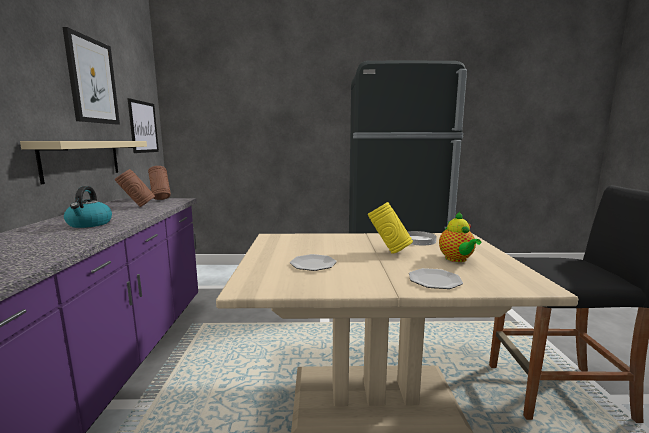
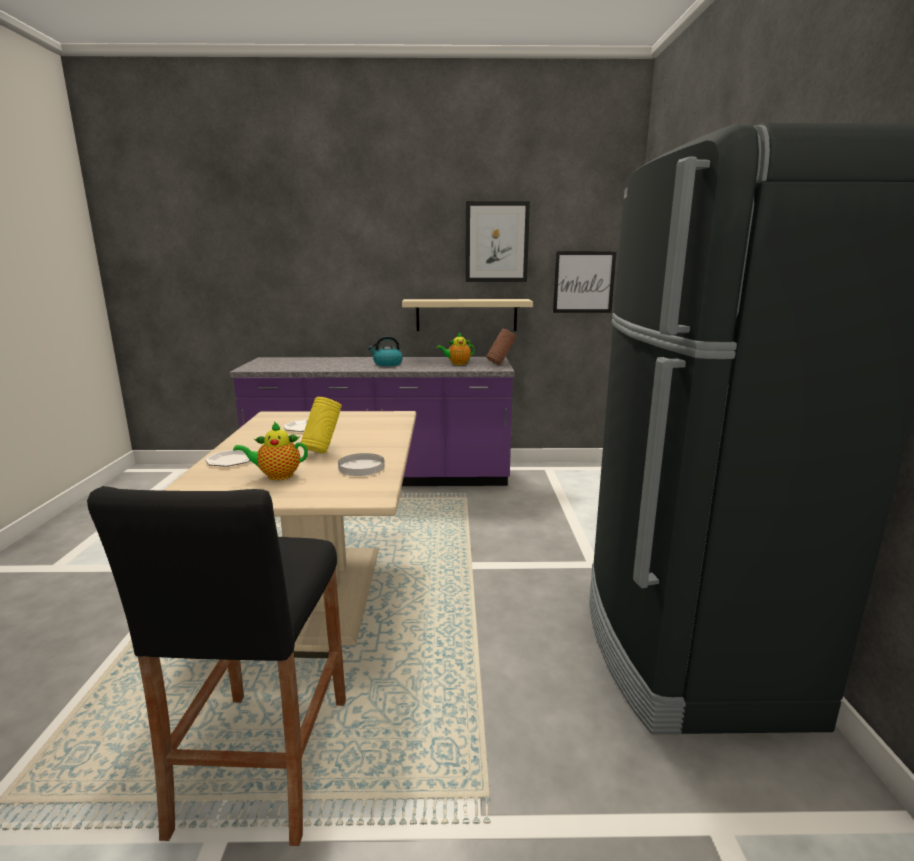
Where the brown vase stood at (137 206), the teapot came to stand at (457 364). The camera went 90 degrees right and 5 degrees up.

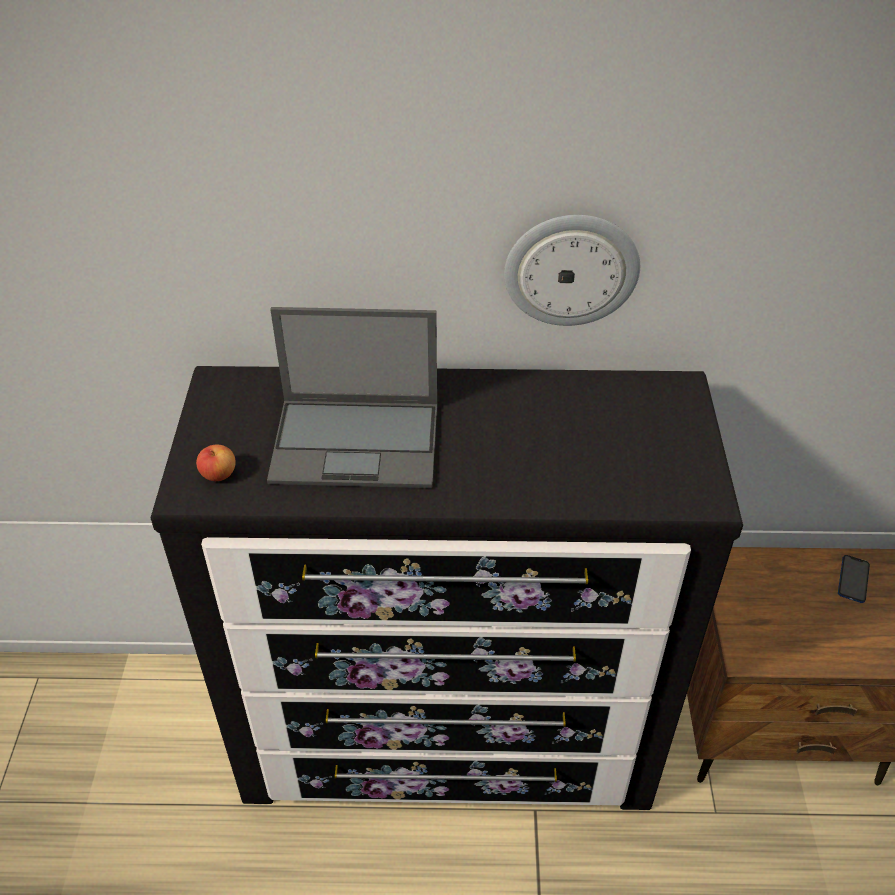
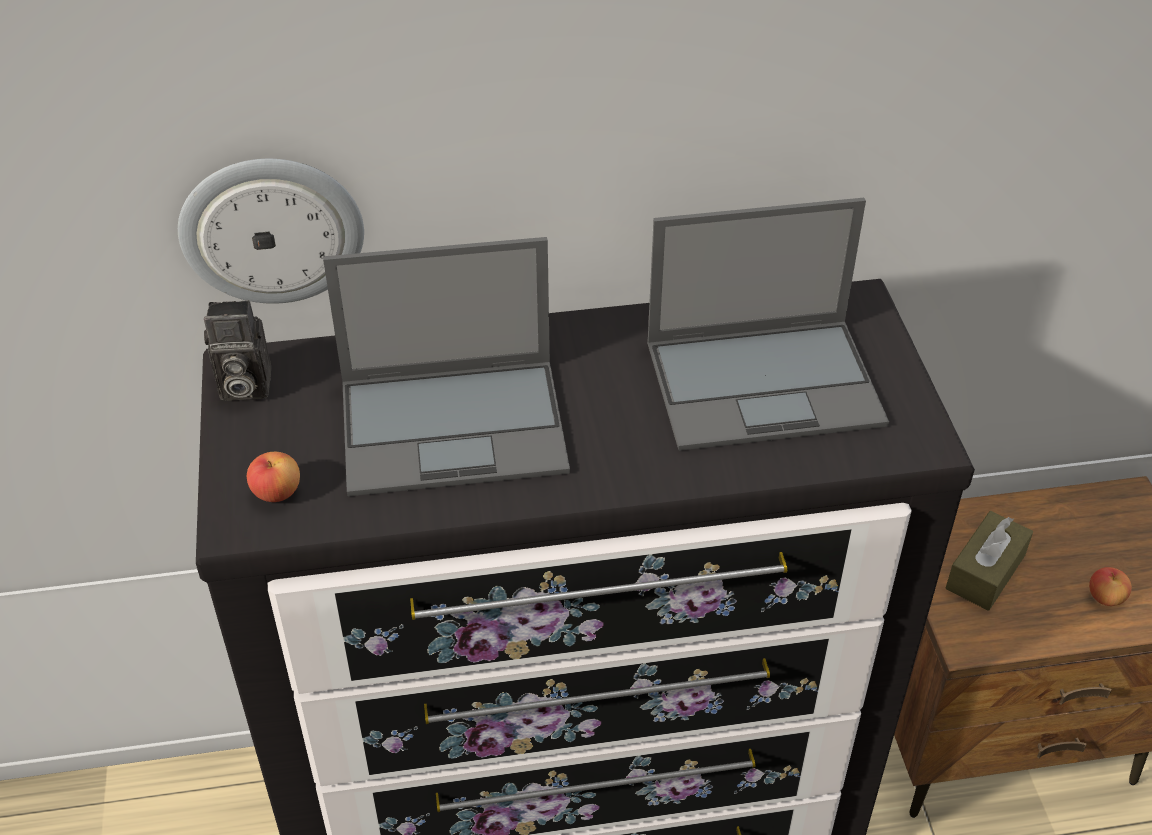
The wall clock ended up elsewhere, having gone from (571 269) to (272 229). The second view gained the photo camera at (242 387). The second view gained the laptop at (766 383). The second view gained the brown tissue box at (985 572). The second view gained the apple at (1105 597). The second view lost the phone at (853 580). The camera went 10 degrees left and 0 degrees up.

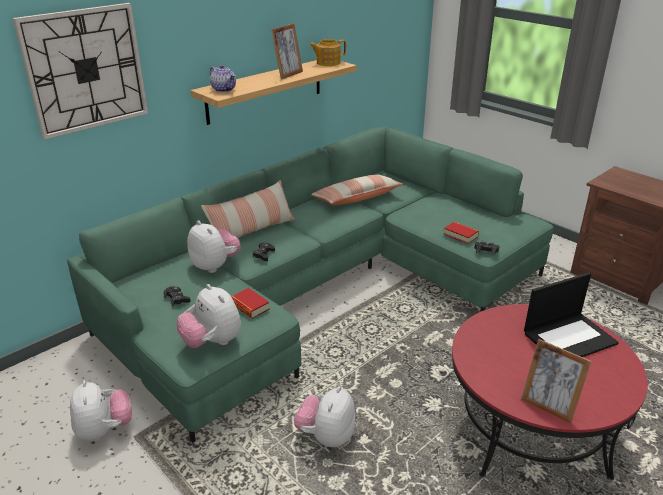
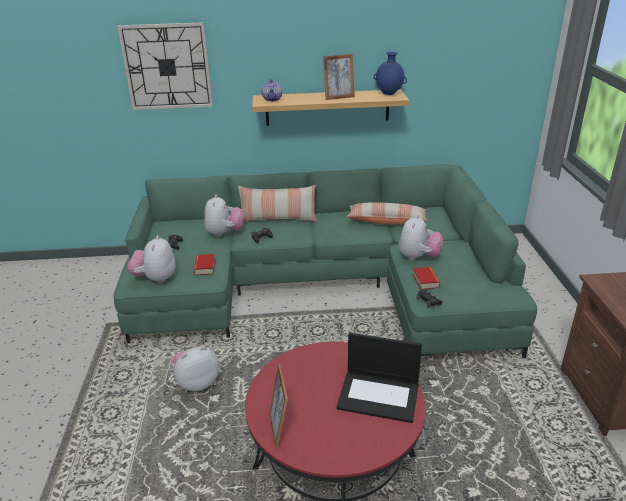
Where the teapot stood at (327 63), the blue vase came to stand at (389 94). The plush toy ended up elsewhere, having gone from (104 430) to (418 257). The camera went 40 degrees right and 0 degrees up.

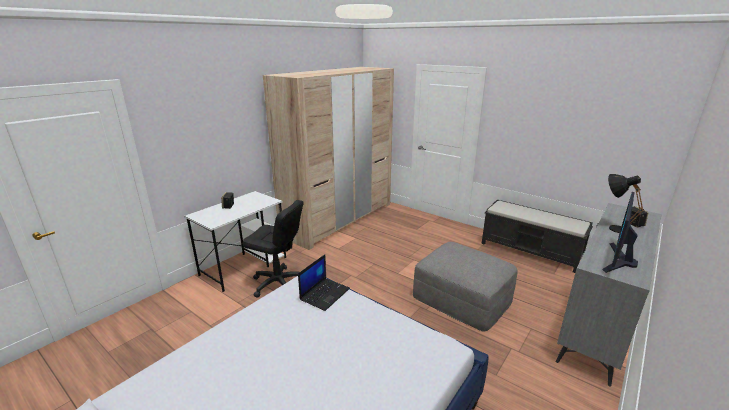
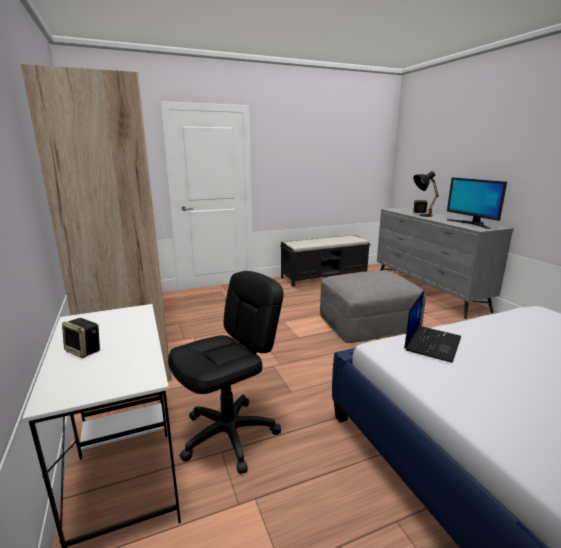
The laptop at (325 294) ended up facing another way, 60 degrees clockwise from before. The camera went 60 degrees left and 5 degrees down.

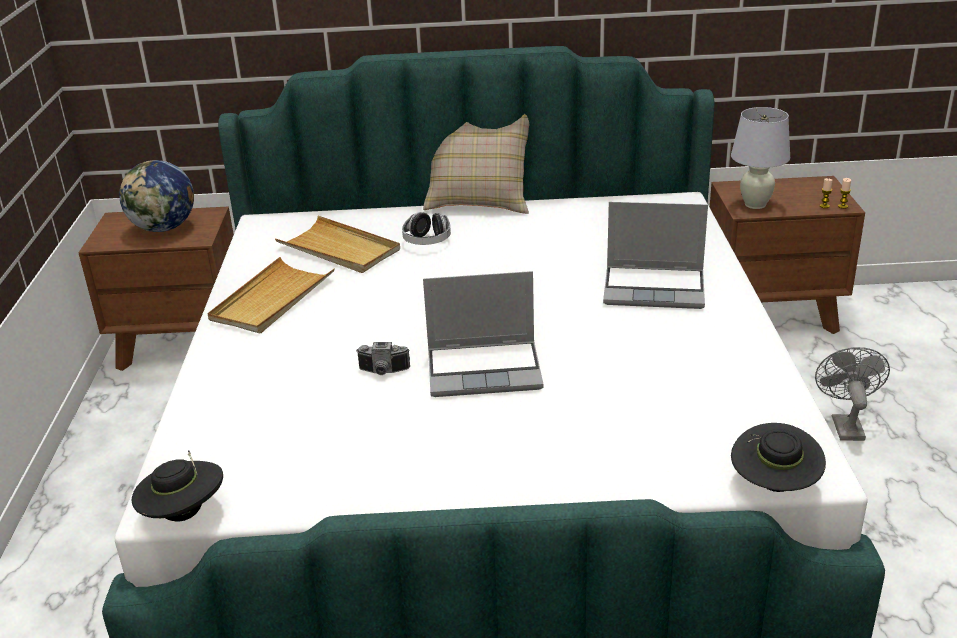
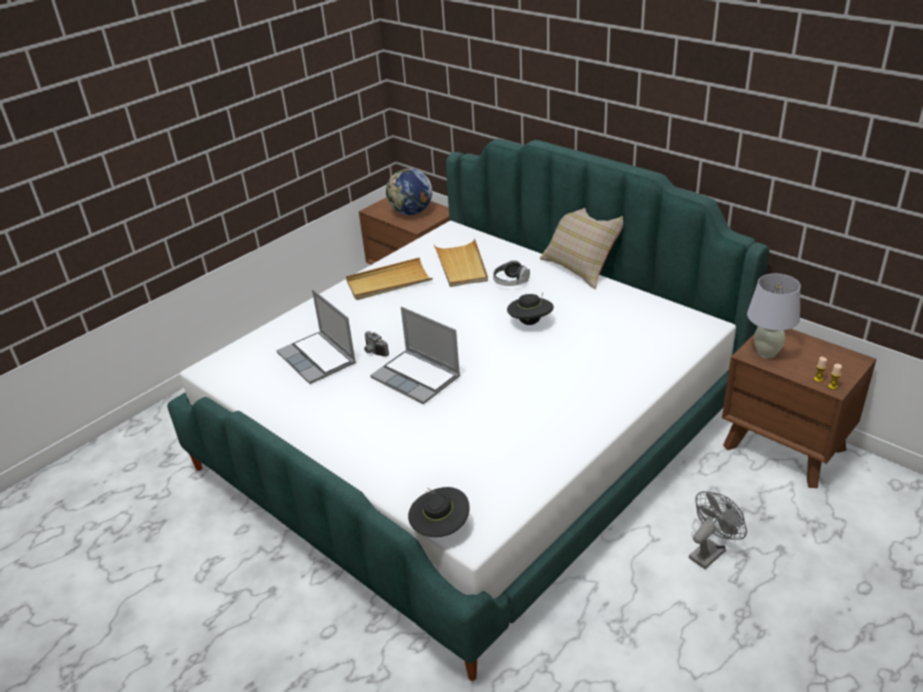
The laptop ended up elsewhere, having gone from (655 288) to (318 359). The black hat ended up elsewhere, having gone from (184 514) to (530 322). The camera went 45 degrees right and 5 degrees up.

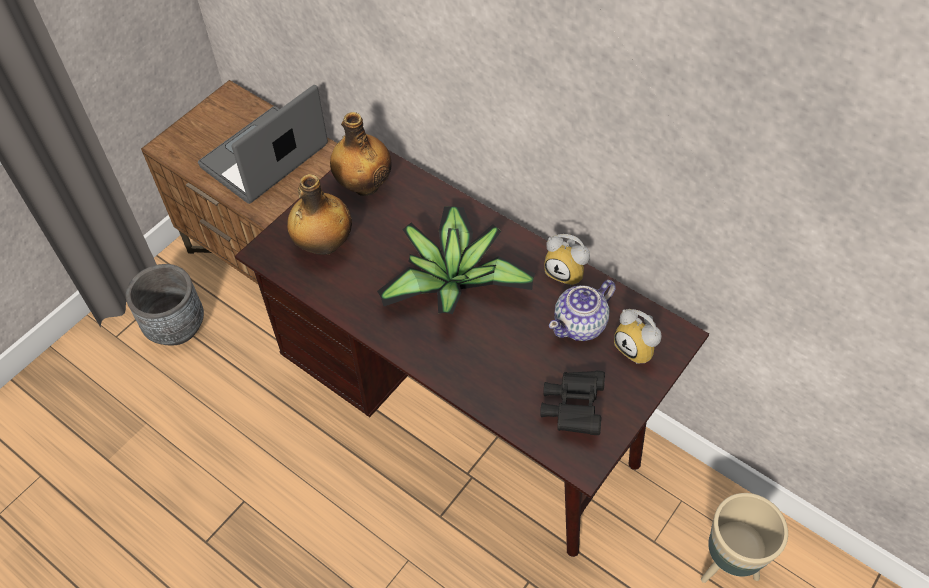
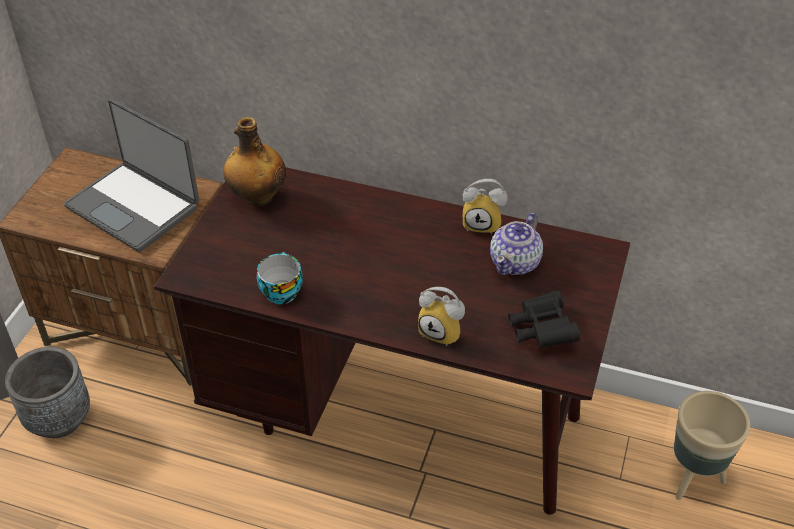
The laptop at (266 158) ended up facing another way, 75 degrees counterclockwise from before. The second view gained the cup at (280 291). The alarm clock ended up elsewhere, having gone from (638 348) to (443 331). The second view lost the bottle at (323 245). The second view lost the potted plant at (453 281). The camera went 20 degrees left and 10 degrees down.

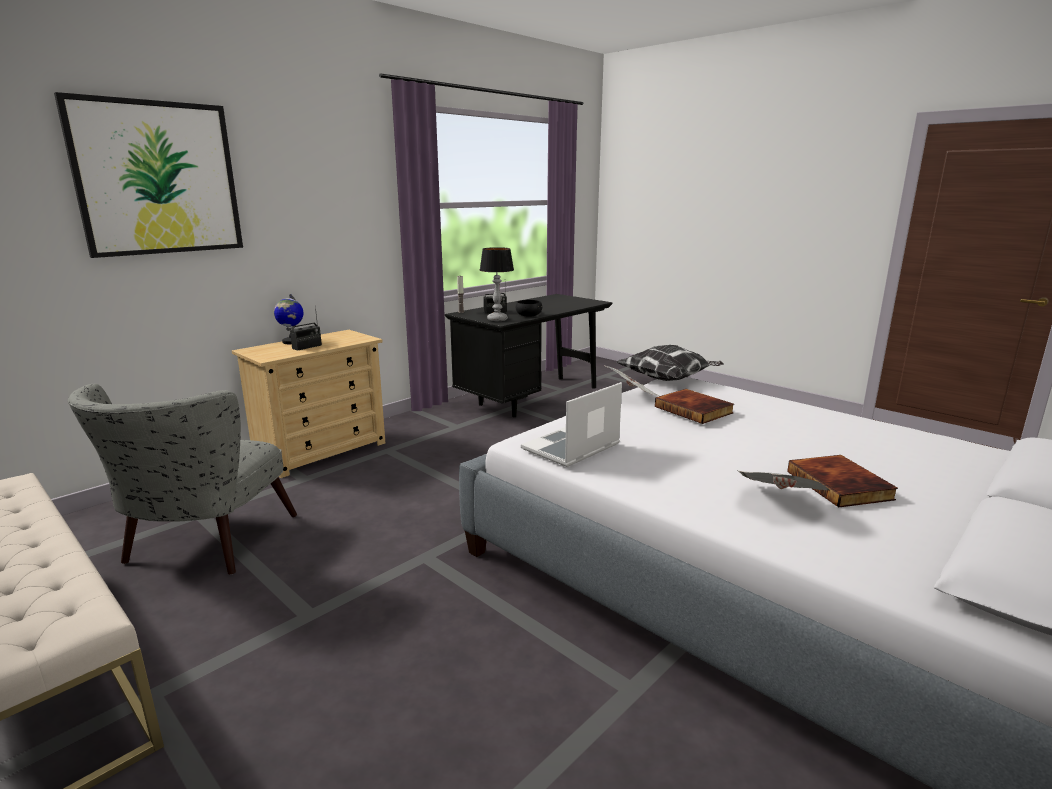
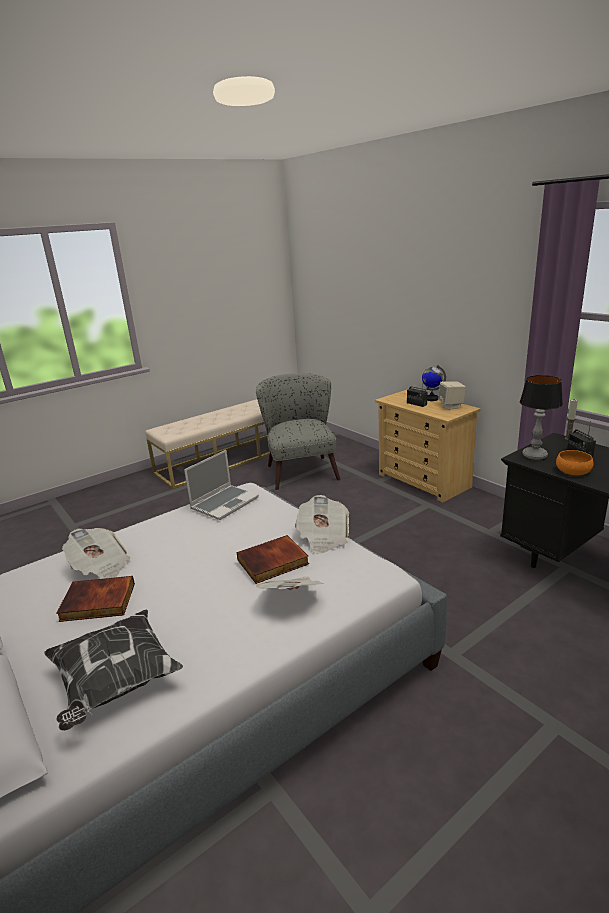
The pillow ended up elsewhere, having gone from (668 380) to (115 683). The laptop at (571 448) ended up facing another way, 75 degrees clockwise from before. The grey armchair at (201 547) ended up facing another way, 60 degrees clockwise from before. The second view gained the newspaper at (292 597). The second view gained the beige speaker at (451 406). What was the black bowl at (528 315) turned into the orange bowl at (572 471). The second view lost the picture at (158 178). The camera went 100 degrees right and 5 degrees up.

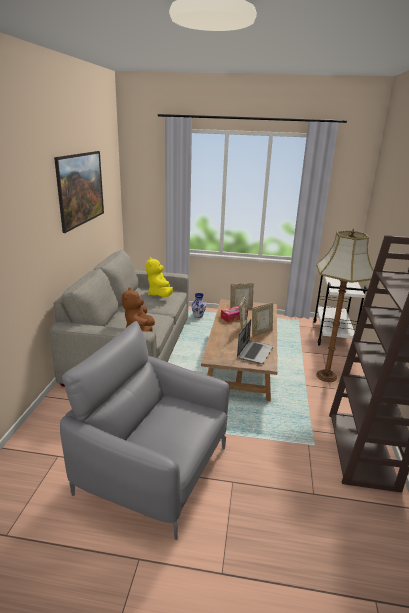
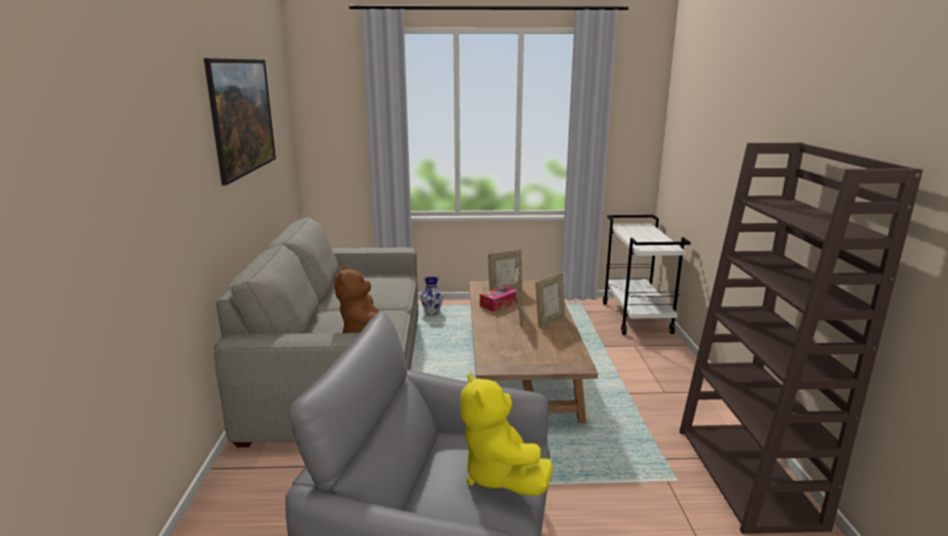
The yellow plush toy ended up elsewhere, having gone from (160 294) to (499 475). The second view lost the laptop at (254 352). The second view lost the floor lamp at (326 376). The camera went 10 degrees left and 5 degrees down.

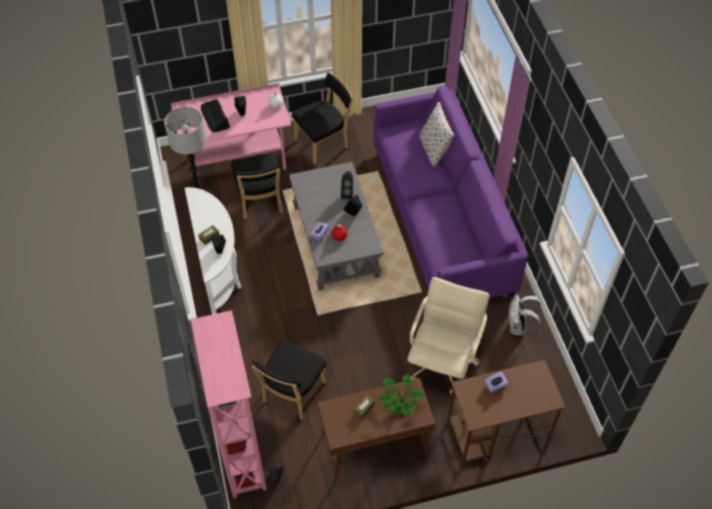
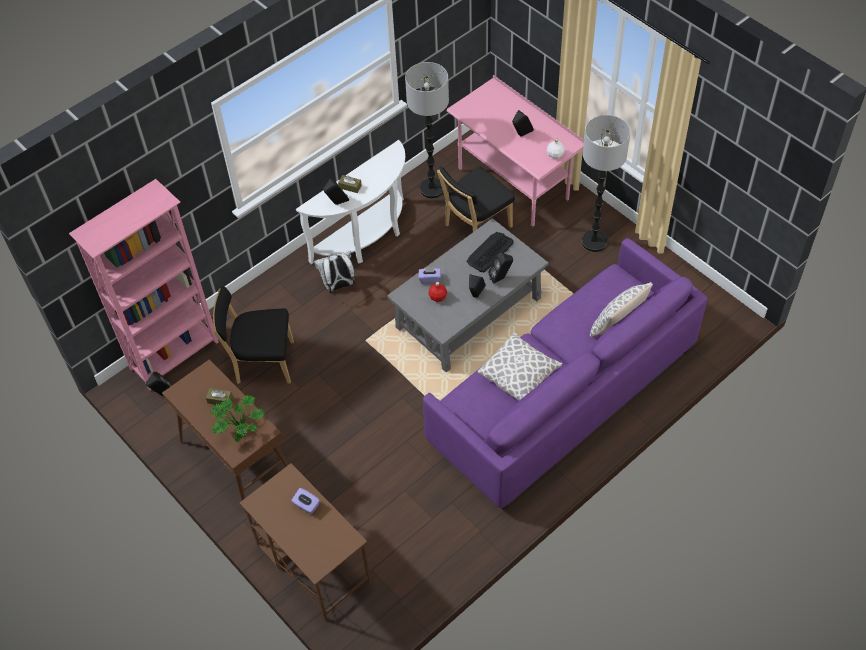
The white backpack ended up elsewhere, having gone from (518 327) to (338 286). The keyboard ended up elsewhere, having gone from (215 116) to (490 252). The second view gained the pillow at (519 375). Where the black chair stood at (324 143), the floor lamp came to stand at (594 242). The second view lost the beige office chair at (442 362). The camera went 65 degrees right and 0 degrees up.

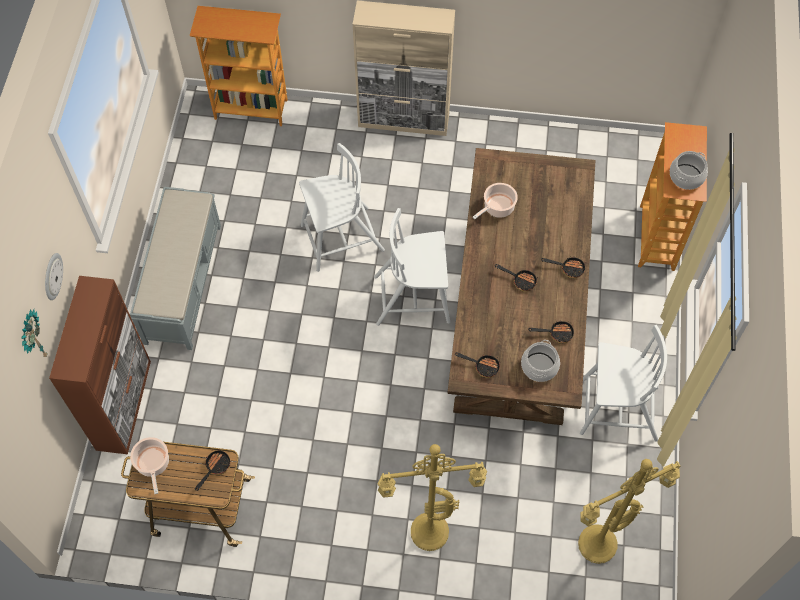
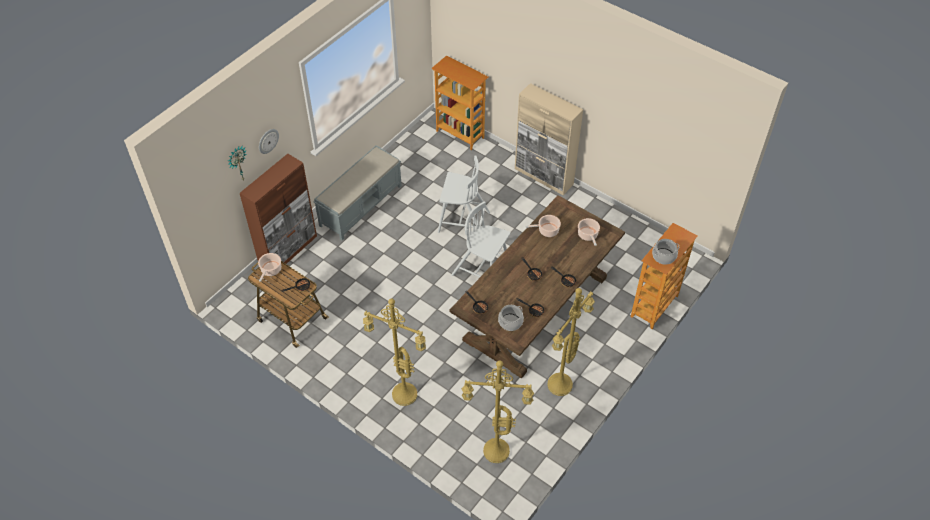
Where the white chair stood at (617 409), the yellow floor lamp came to stand at (560 386). The second view gained the cooking pot at (588 235). The camera went 30 degrees right and 10 degrees down.

